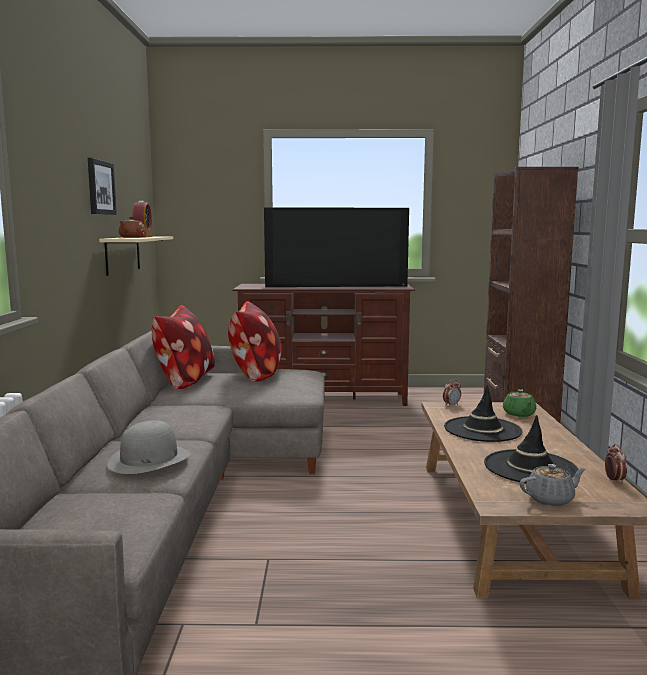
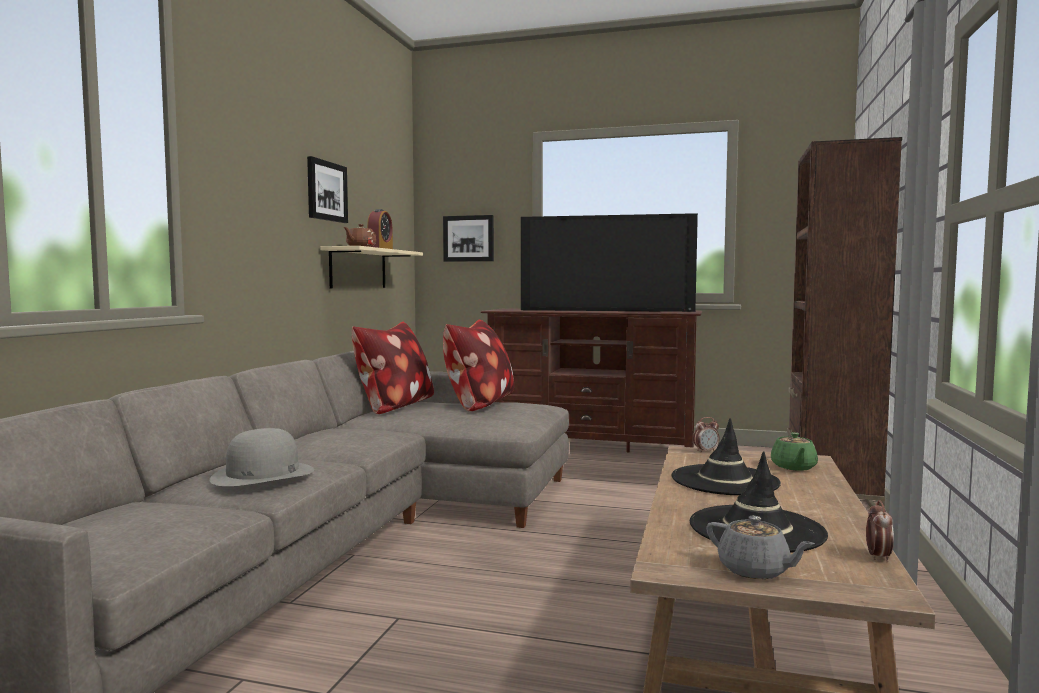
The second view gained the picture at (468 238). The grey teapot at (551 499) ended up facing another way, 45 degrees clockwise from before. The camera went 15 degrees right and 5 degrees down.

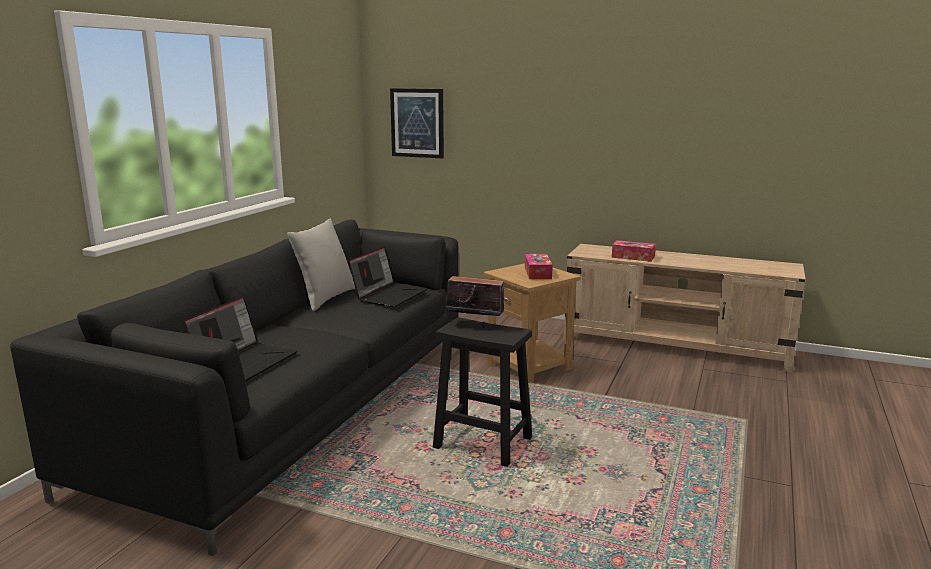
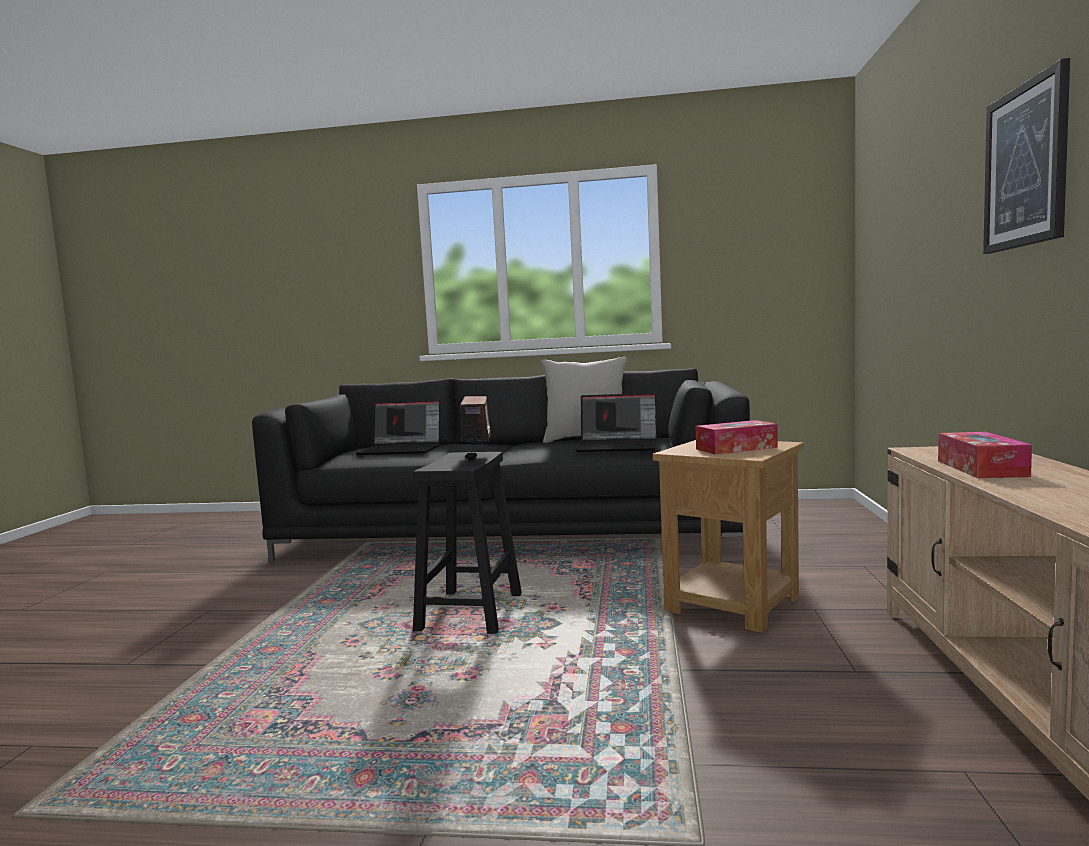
The picture ended up elsewhere, having gone from (417 123) to (1026 166). The camera went 75 degrees right and 10 degrees down.

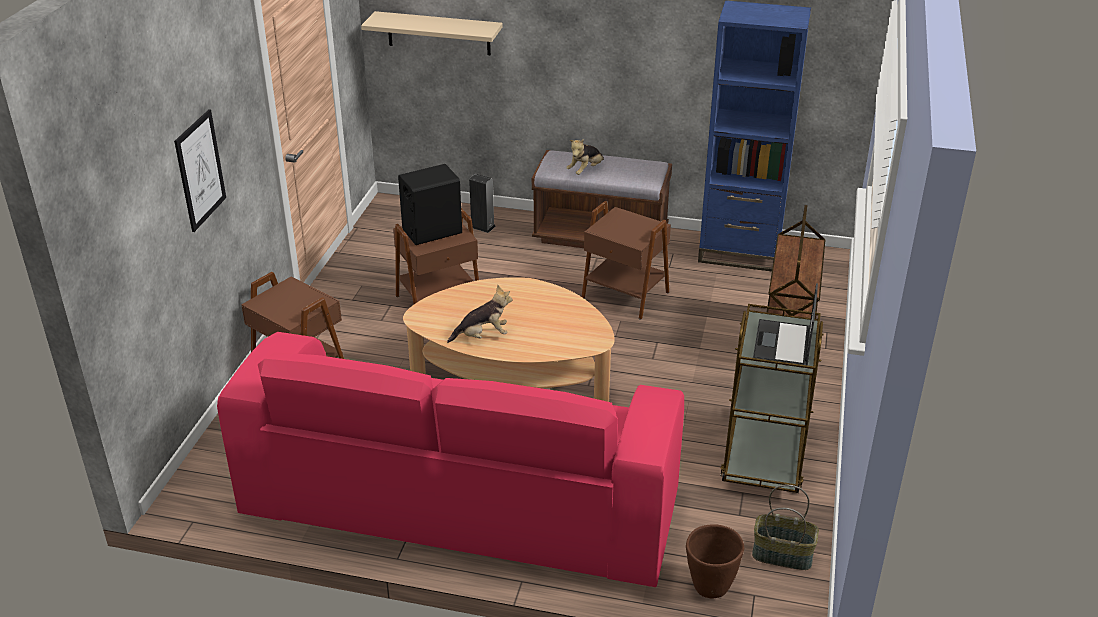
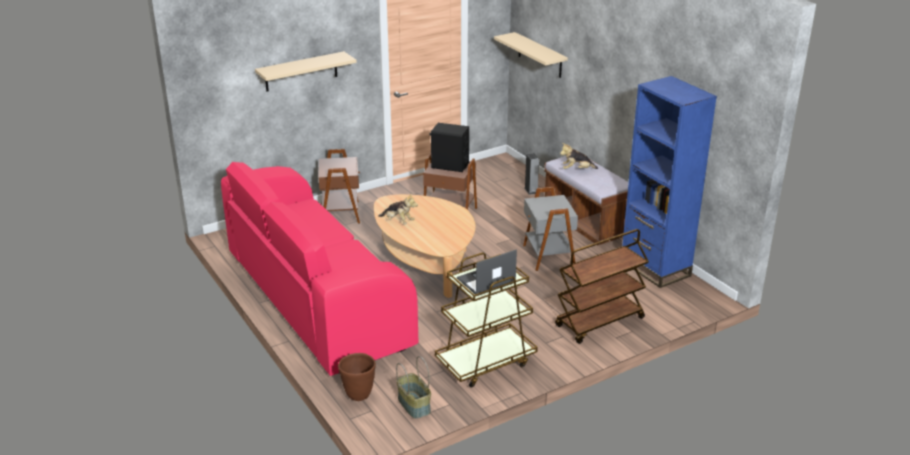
Where the picture hung at (200 170), the beige shelf came to hang at (301 71). What was the brown side table at (624 296) turned into the grey side table at (547 256). The camera went 45 degrees right and 5 degrees down.

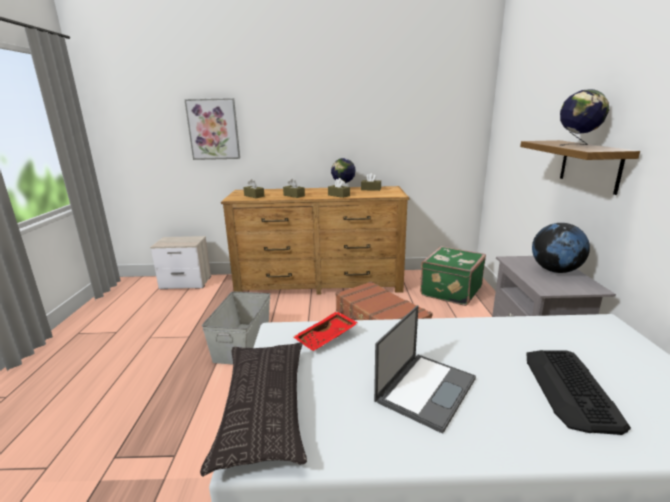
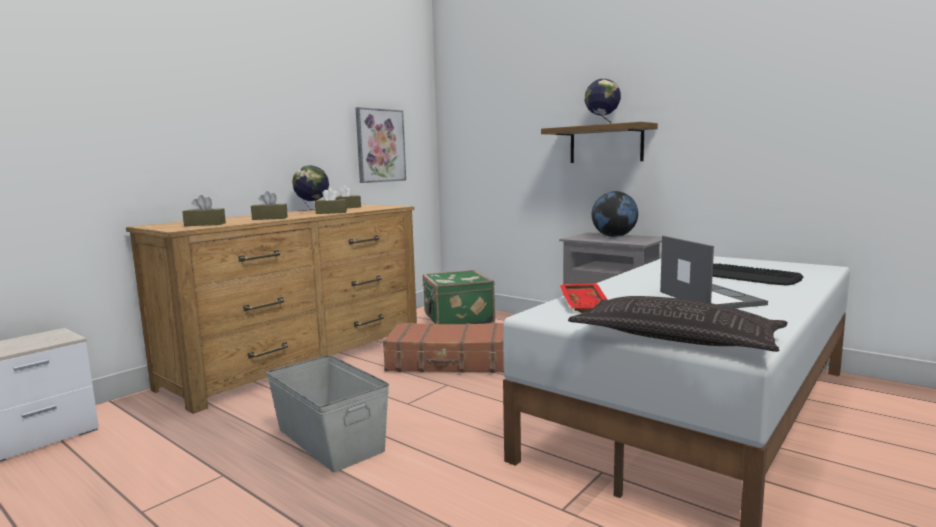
The picture ended up elsewhere, having gone from (213 129) to (380 145). The camera went 50 degrees left and 10 degrees down.

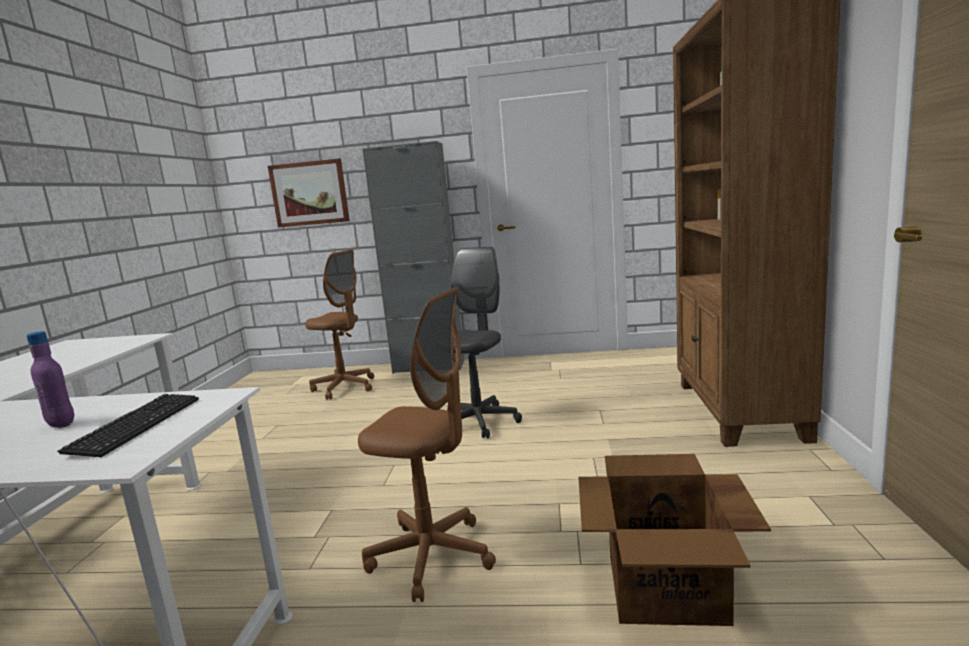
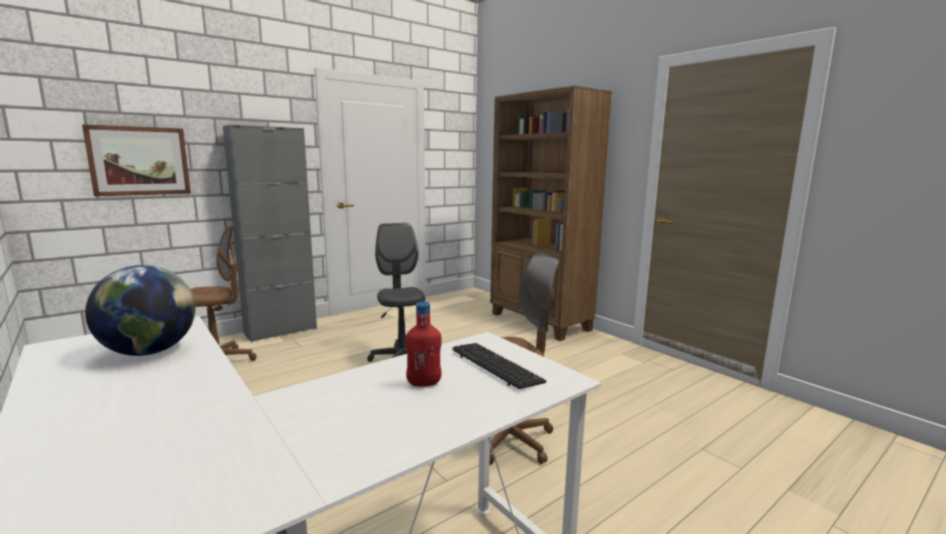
The second view gained the globe at (149 351). What was the purple bottle at (61 424) turned into the red bottle at (424 383). The second view lost the cardboard box at (665 589). The camera went 45 degrees left and 0 degrees up.

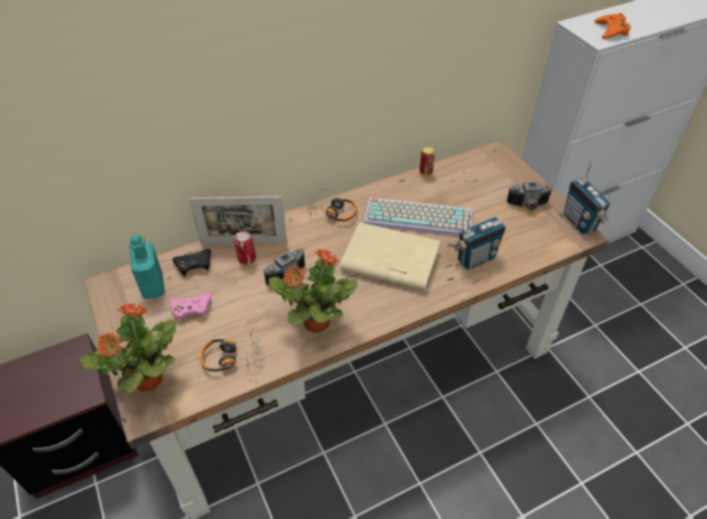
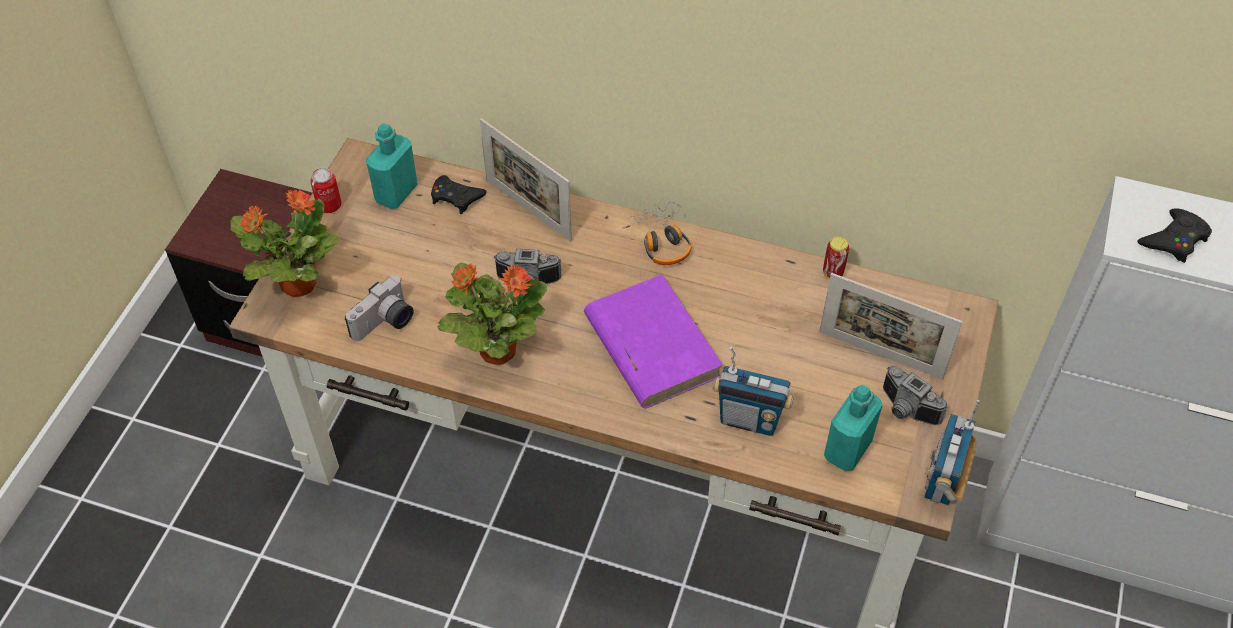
The can ended up elsewhere, having gone from (247 259) to (329 205). Where the headphones stood at (233 358), the photo camera came to stand at (385 323). What was the beige book at (389 260) turned into the purple book at (651 345). The second view gained the picture frame at (880 354). The second view gained the turquoise bottle at (847 449). What was the orange game controller at (611 30) turned into the black game controller at (1174 240). The second view lost the pink game controller at (191 308). The second view lost the keyboard at (420 217). The camera went 45 degrees right and 5 degrees up.

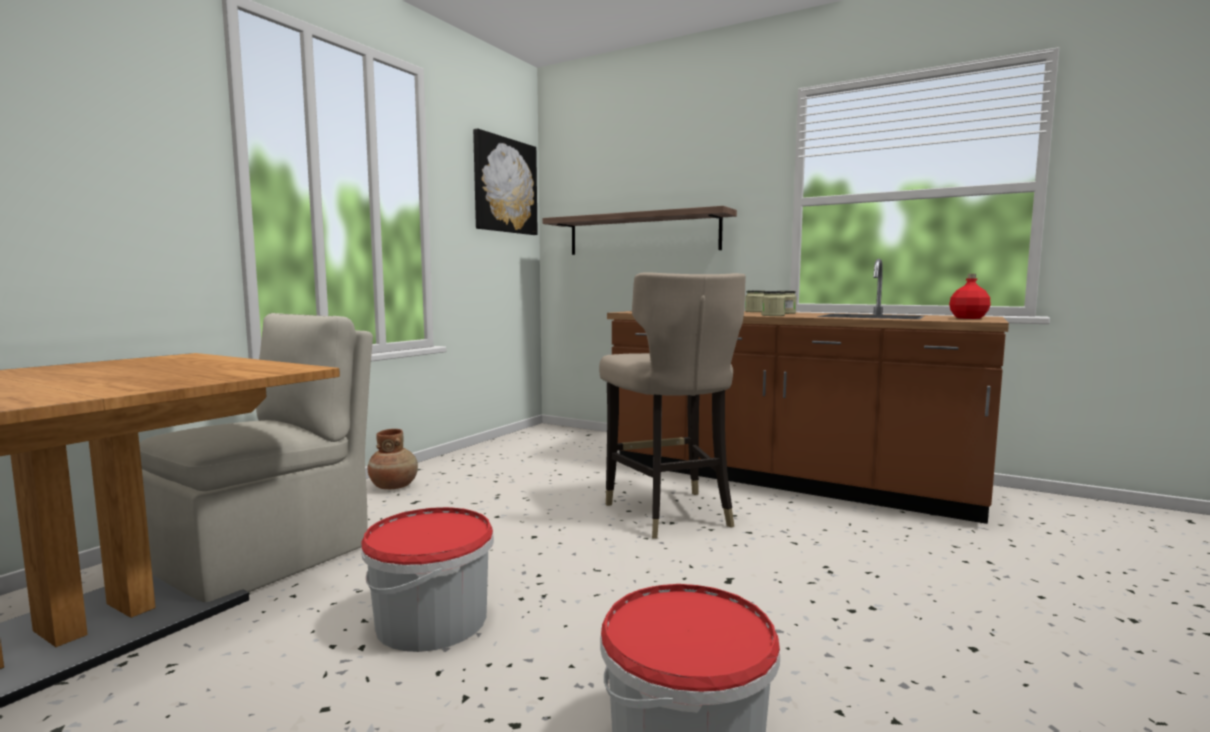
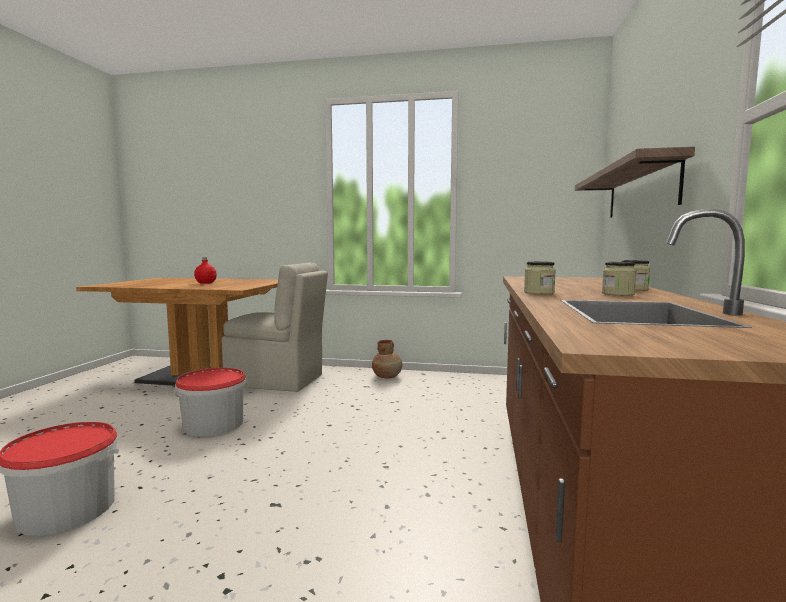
The red bottle ended up elsewhere, having gone from (969 318) to (205 283). The second view lost the picture at (504 186). The second view lost the beige stool at (669 513). The camera went 70 degrees right and 0 degrees up.

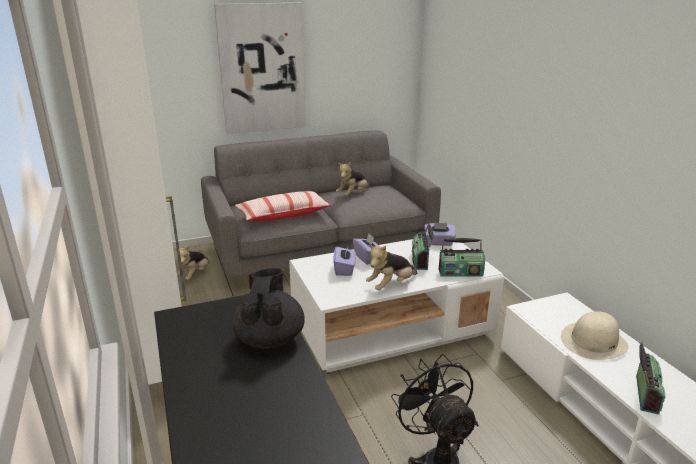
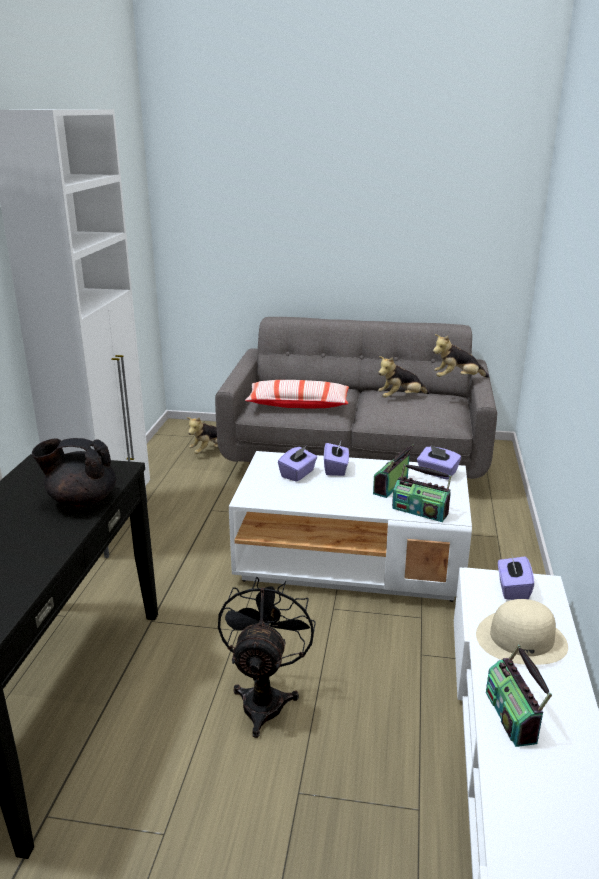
The black teapot at (270 338) ended up facing another way, 120 degrees counterclockwise from before. The plush toy ended up elsewhere, having gone from (391 285) to (457 379). The radio at (645 394) ended up facing another way, 120 degrees clockwise from before. The second view gained the purple tissue box at (512 589). The second view lost the picture at (262 69). The camera went 30 degrees right and 0 degrees up.

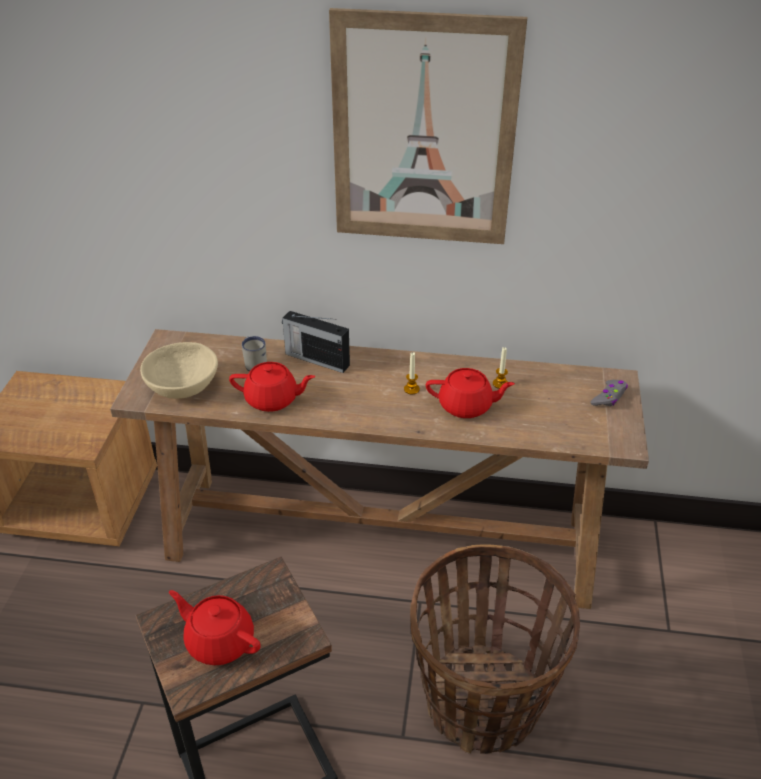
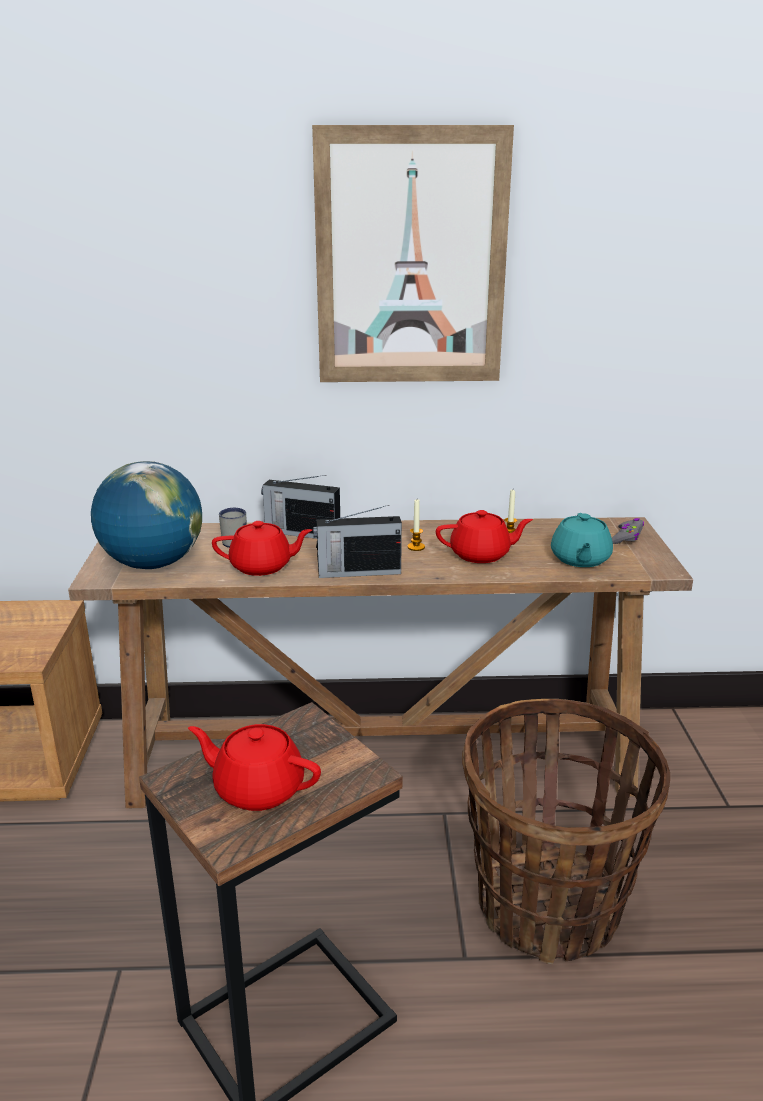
Where the beige bowl stood at (183 386), the globe came to stand at (153 564). The second view gained the radio at (357 572). The second view gained the turquoise teapot at (580 559). The camera went 10 degrees left and 15 degrees down.

